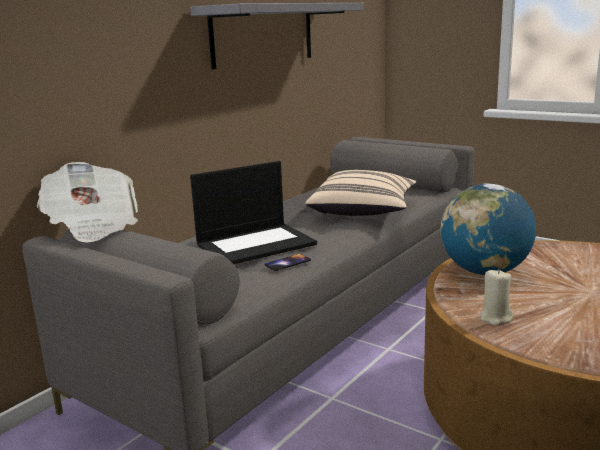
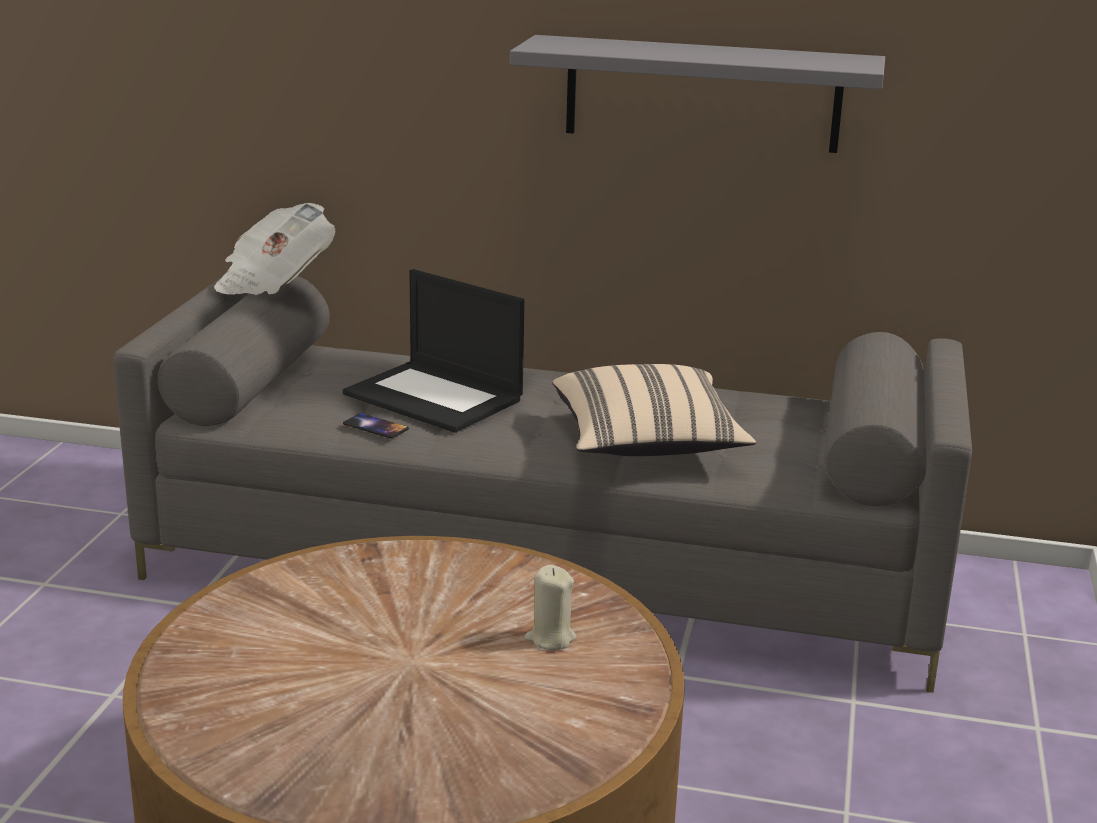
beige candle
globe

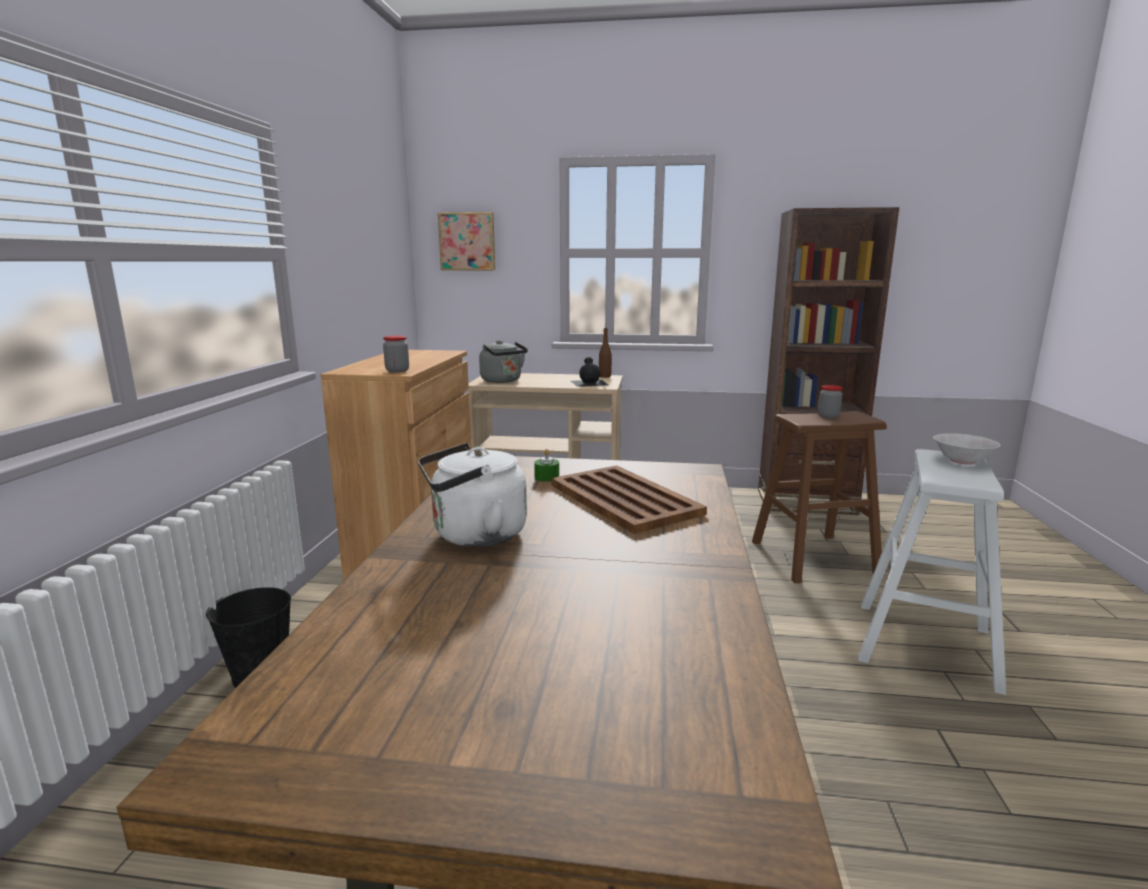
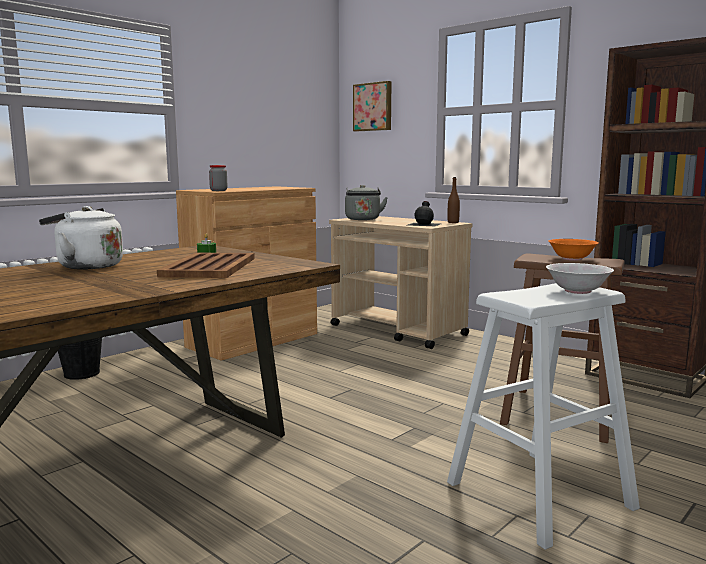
orange bowl

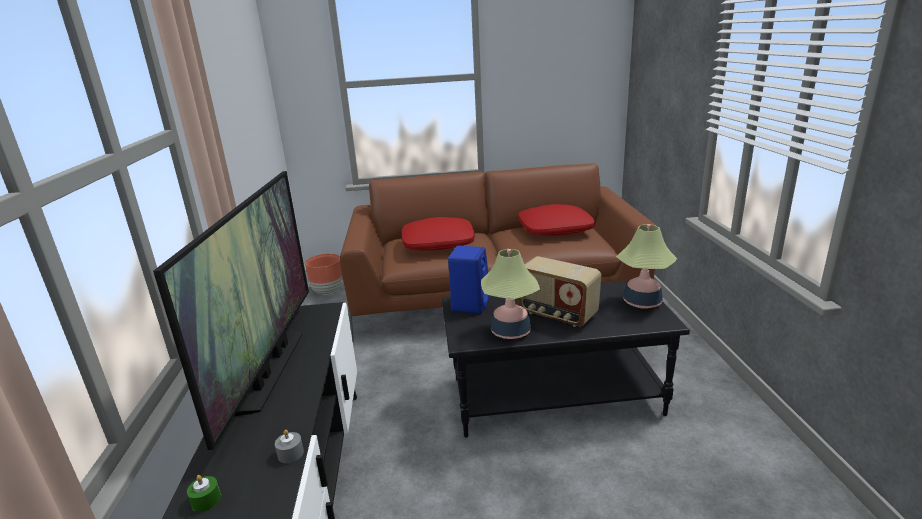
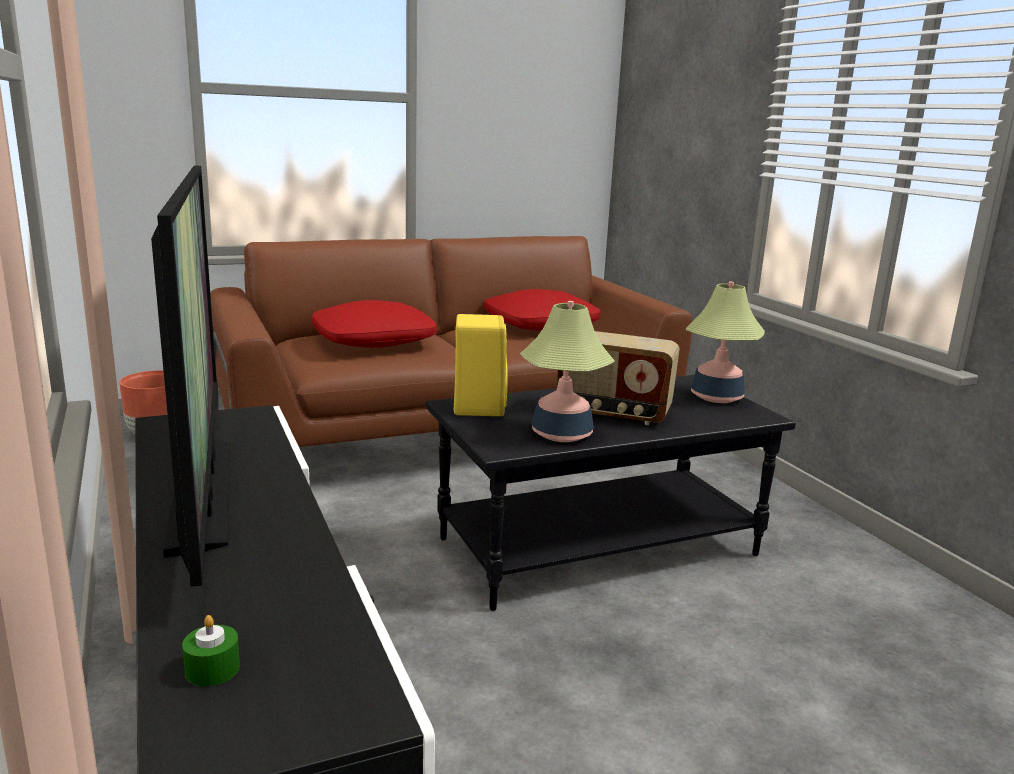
yellow speaker
grey candle

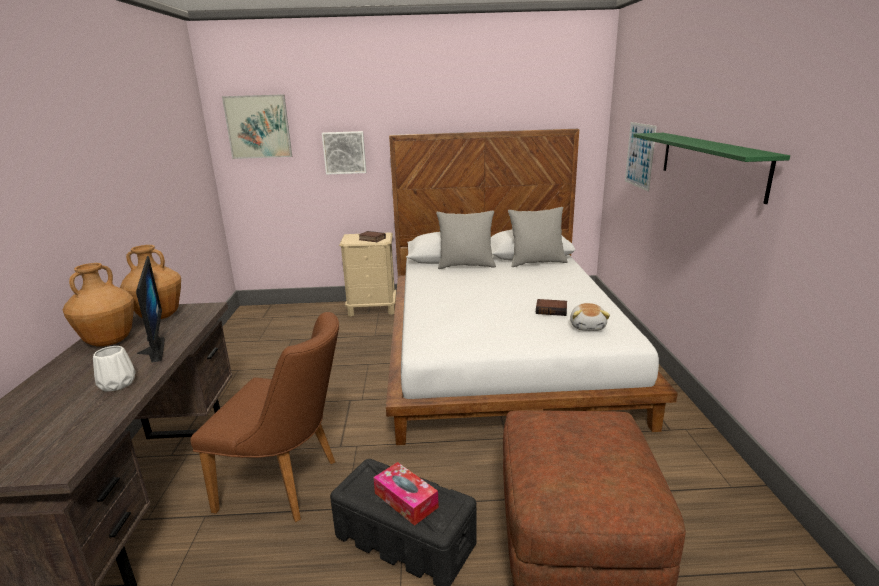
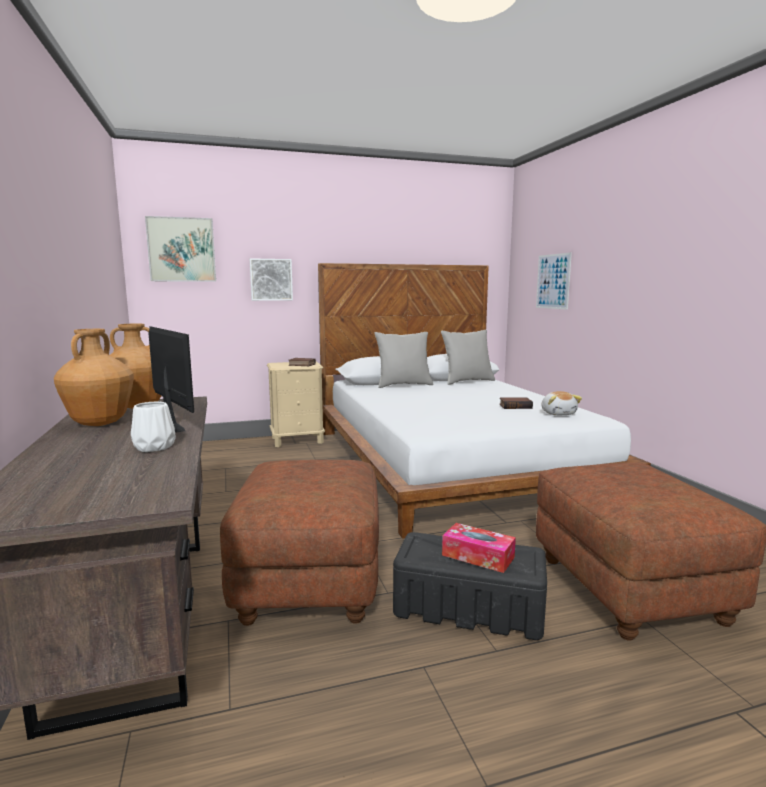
brown ottoman (no. 1 from left)
green shelf

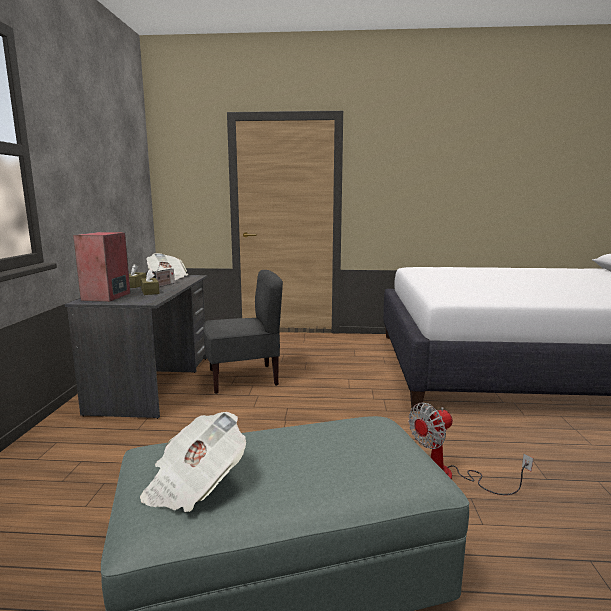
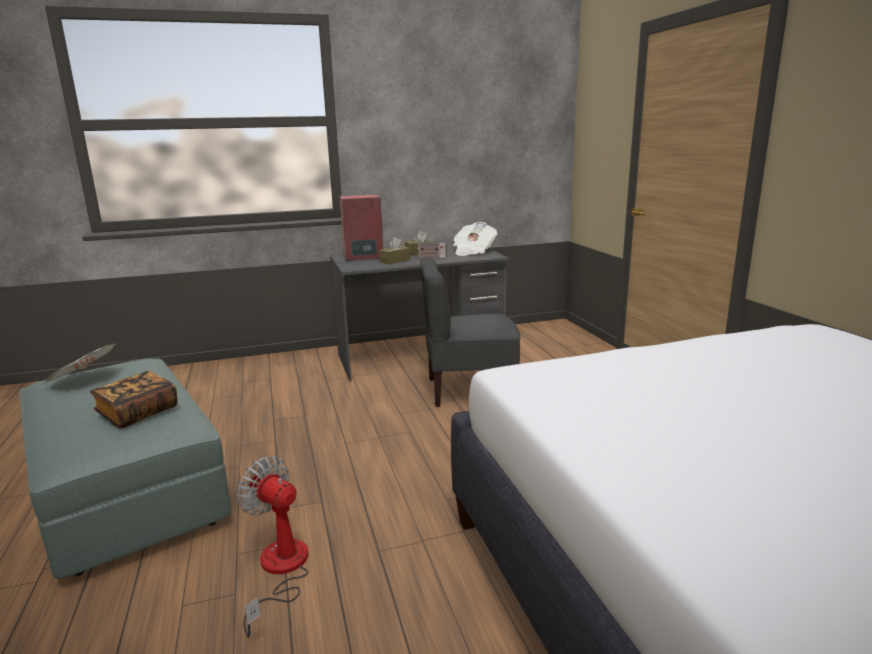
book
grey chair

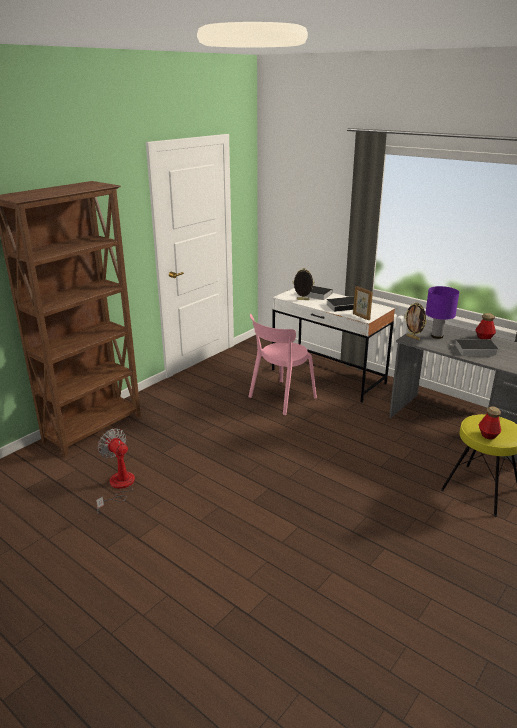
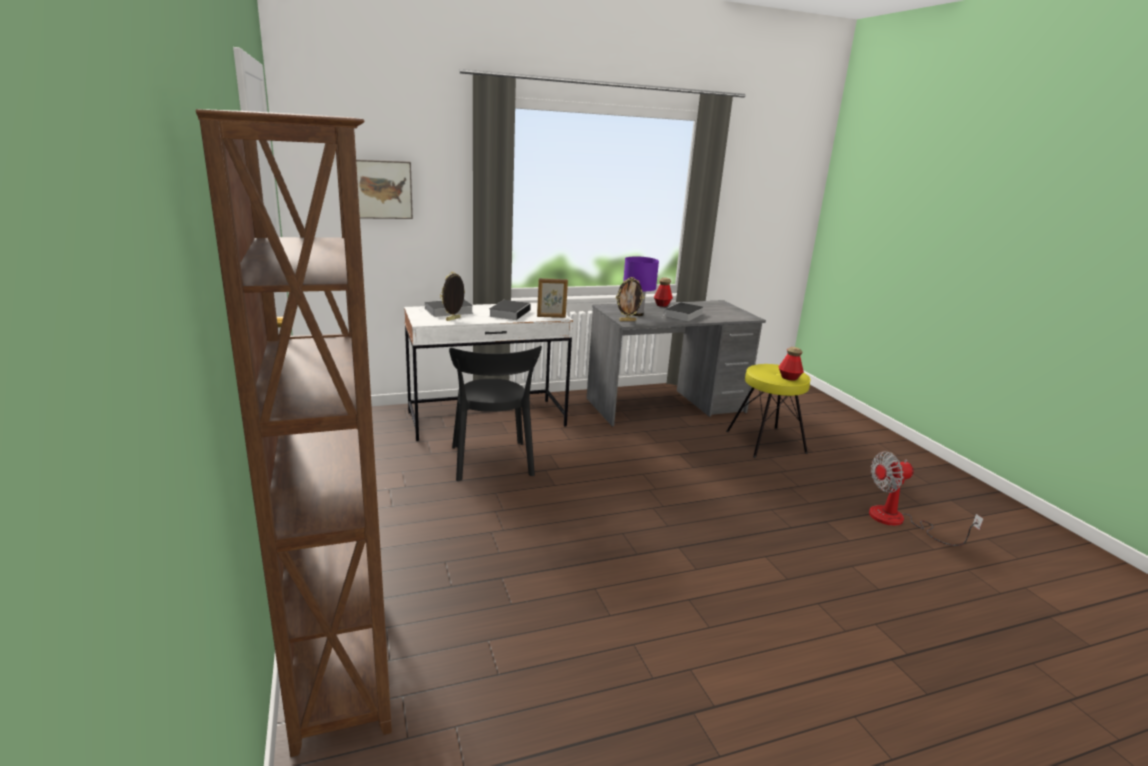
picture
black chair
fan

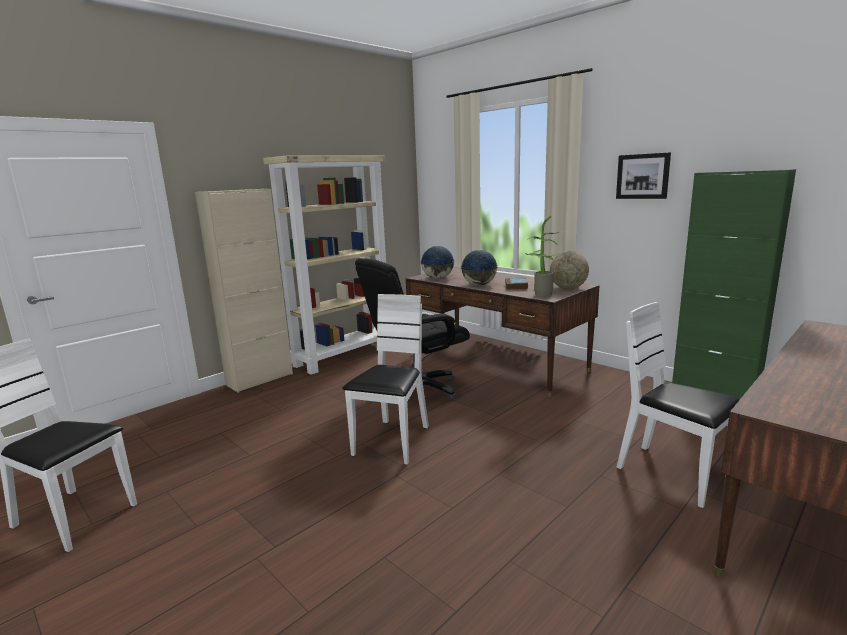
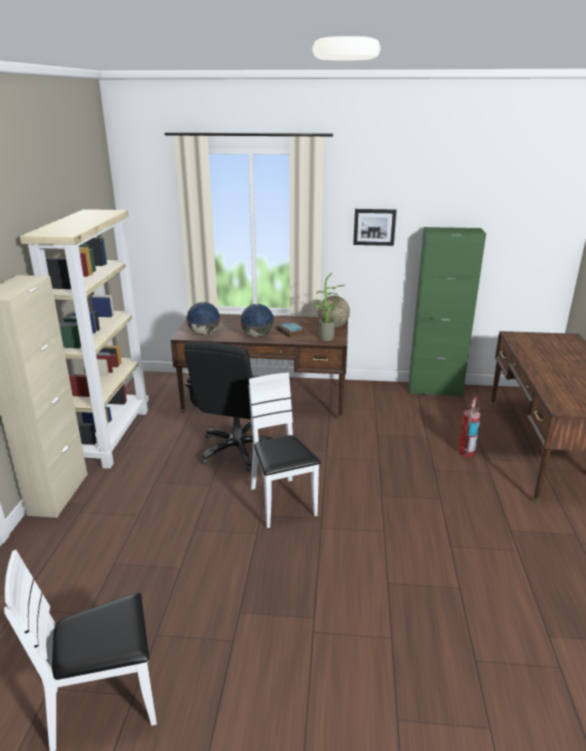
fire extinguisher

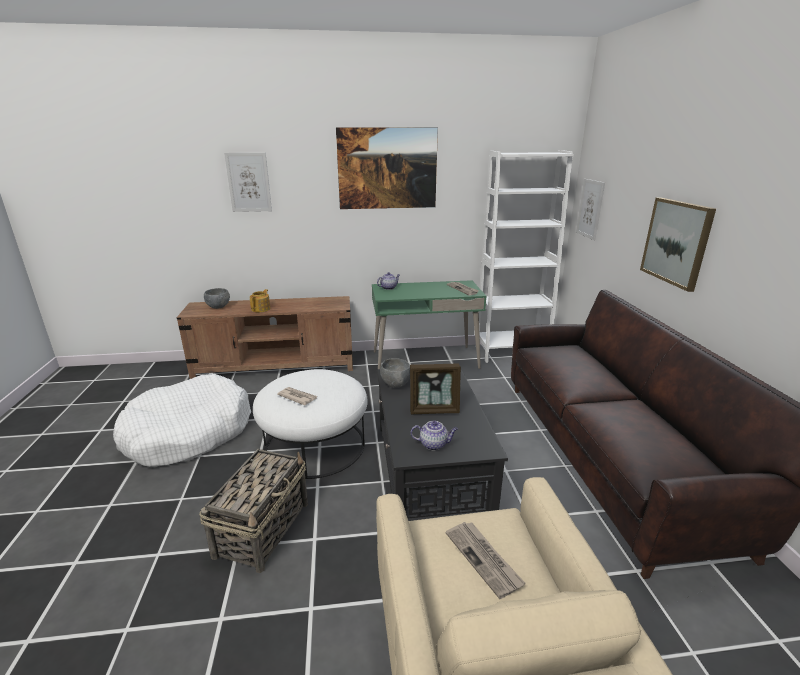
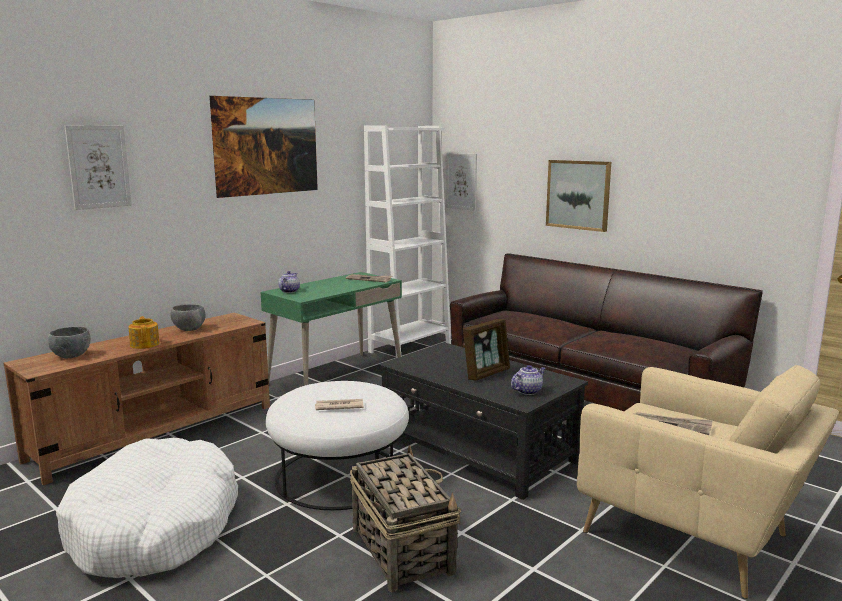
grey bowl (no. 2 from left)

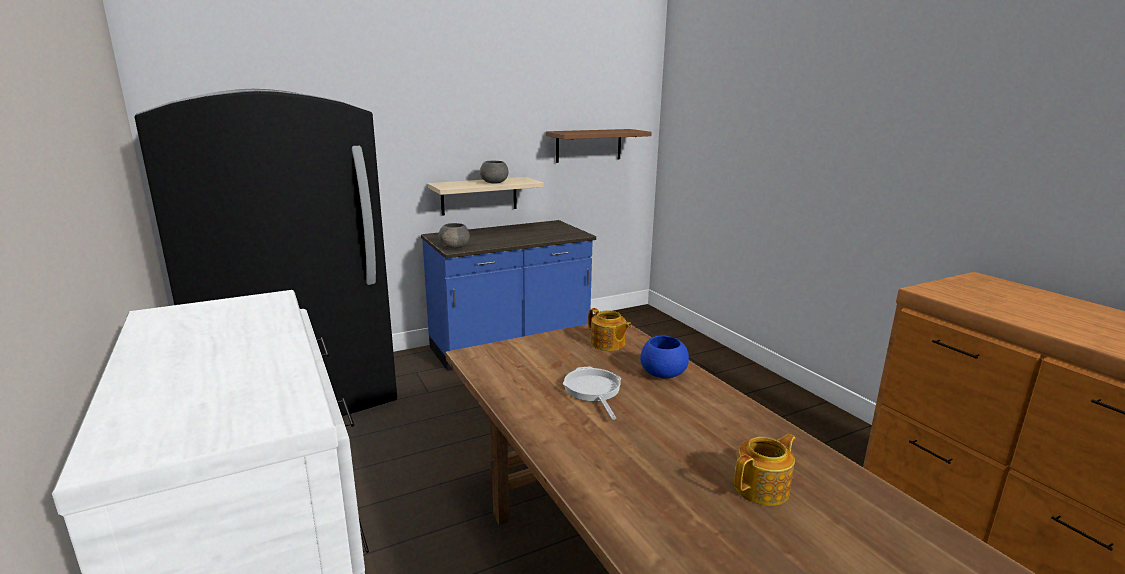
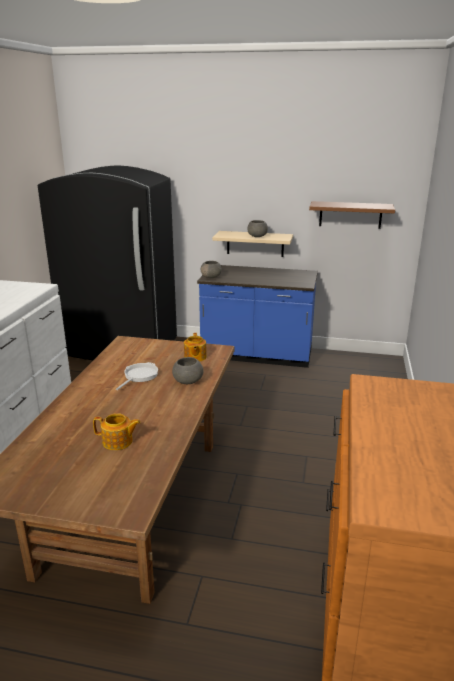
grey bowl (no. 1 from left)

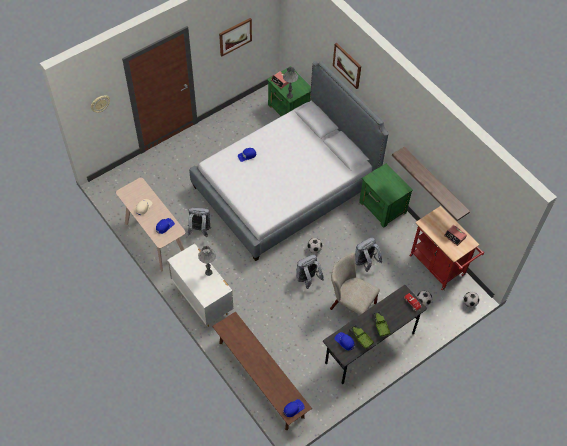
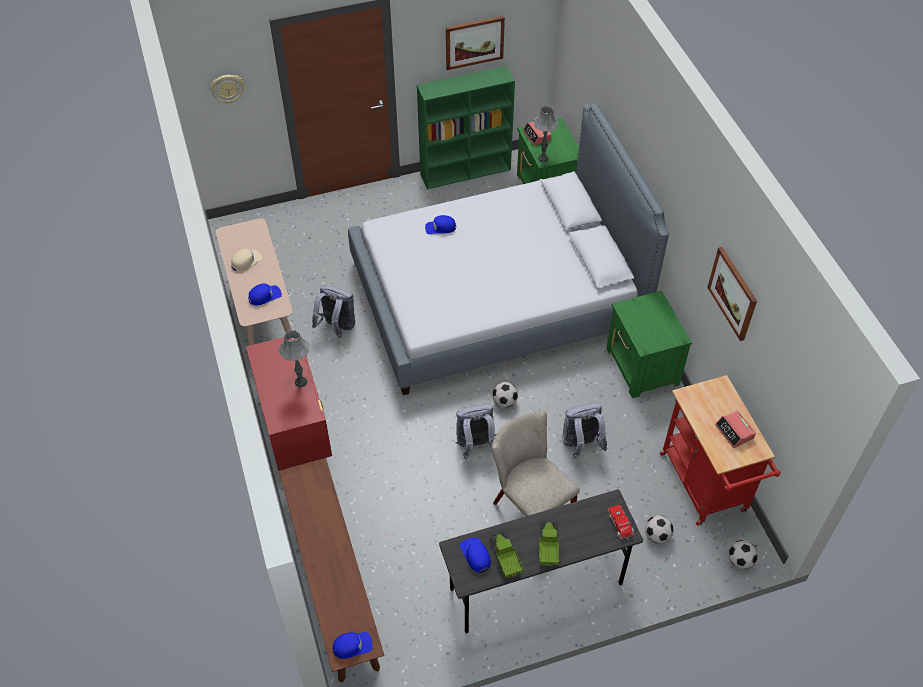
red dresser
green bookcase
picture (no. 2 from left)
shelf

